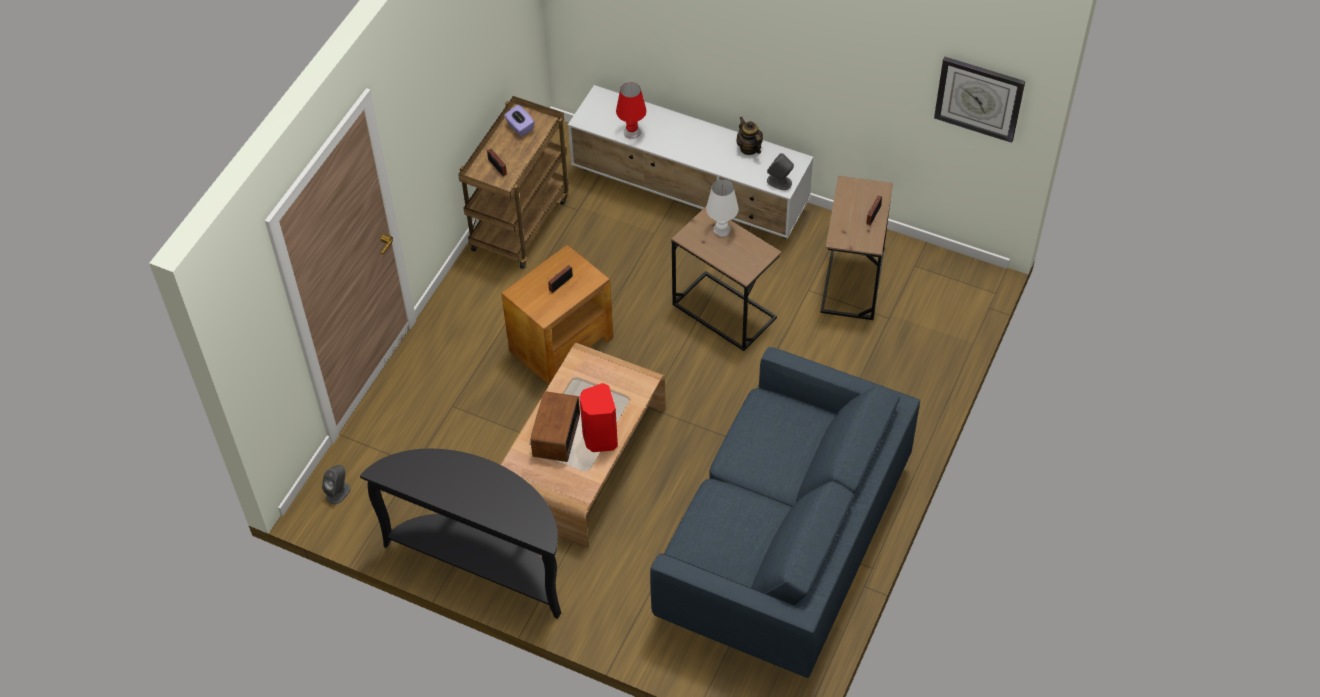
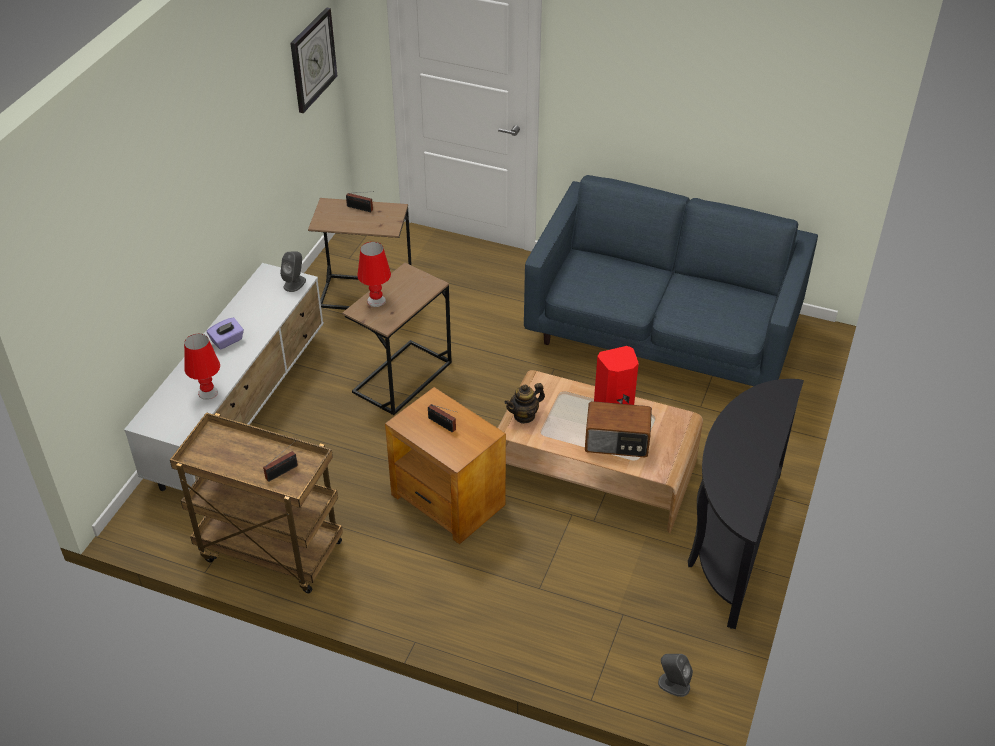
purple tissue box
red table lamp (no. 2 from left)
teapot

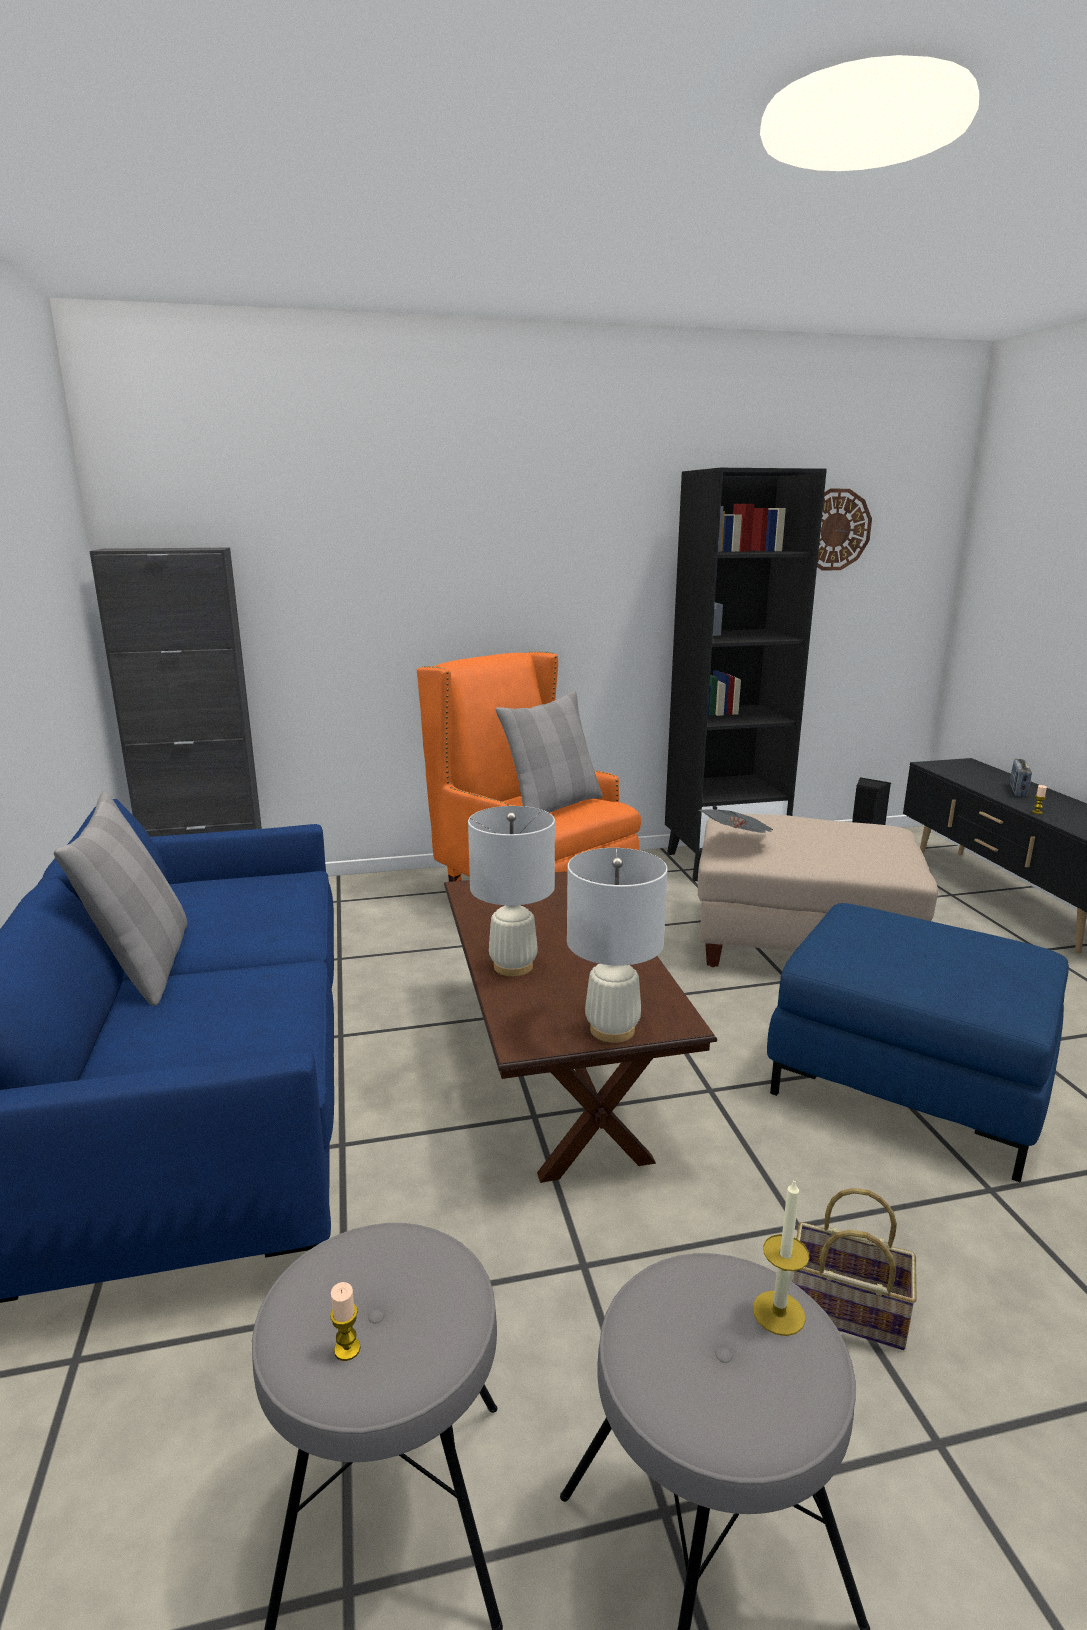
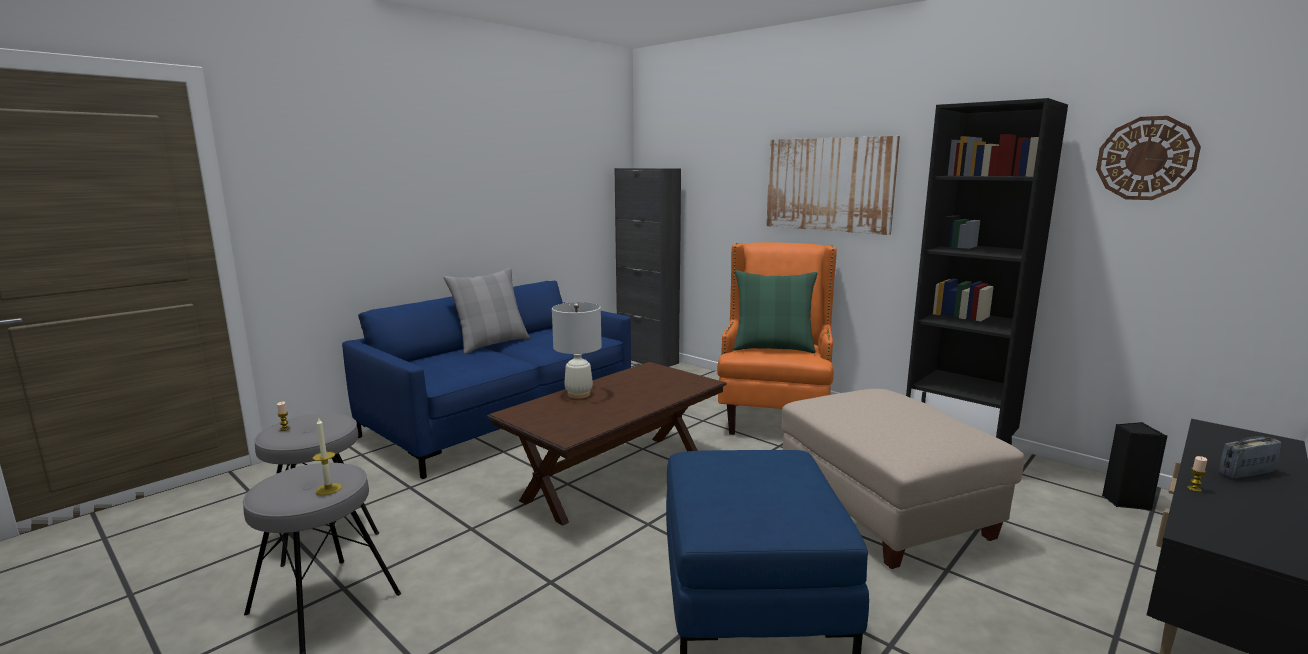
green pillow
picture
white table lamp (no. 2 from left in the first image)
newspaper
basket

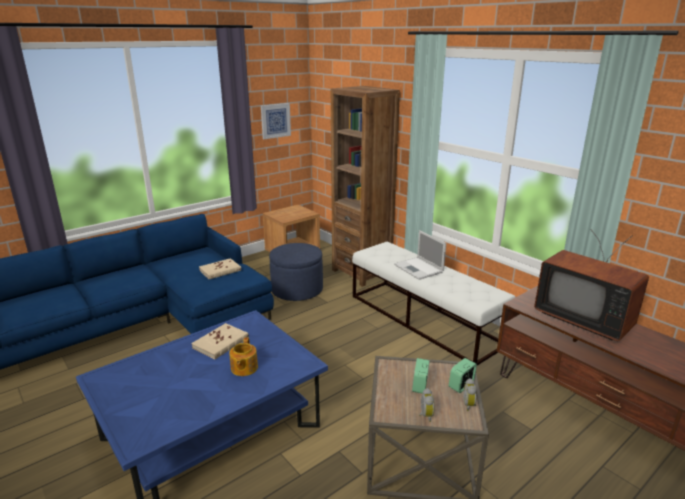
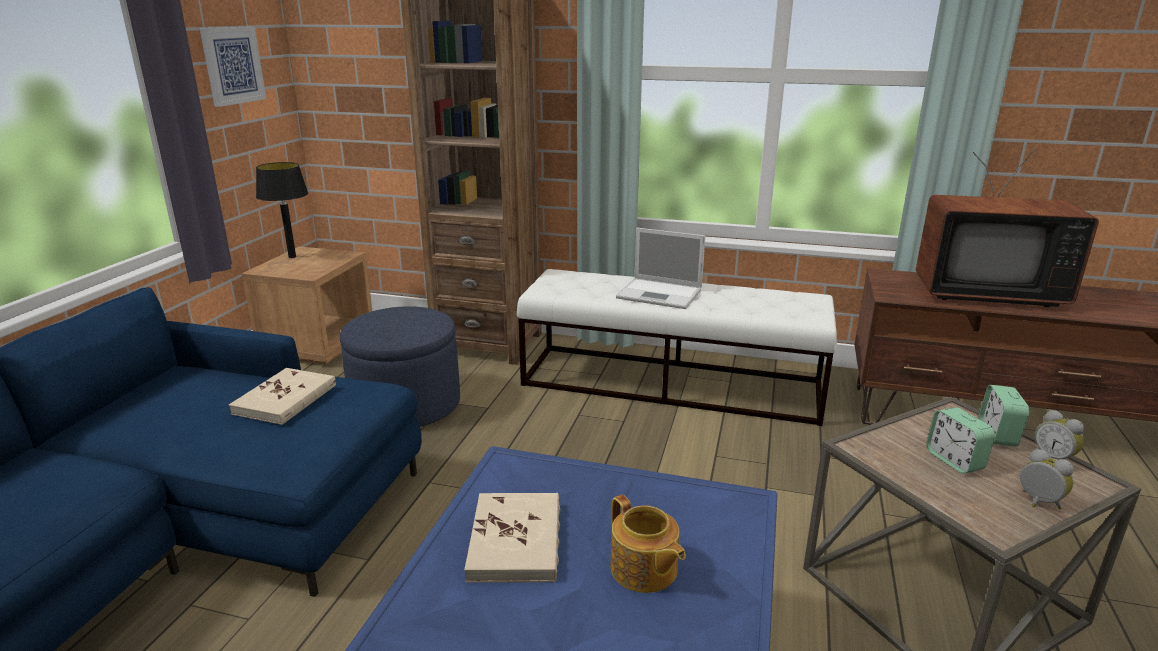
black table lamp

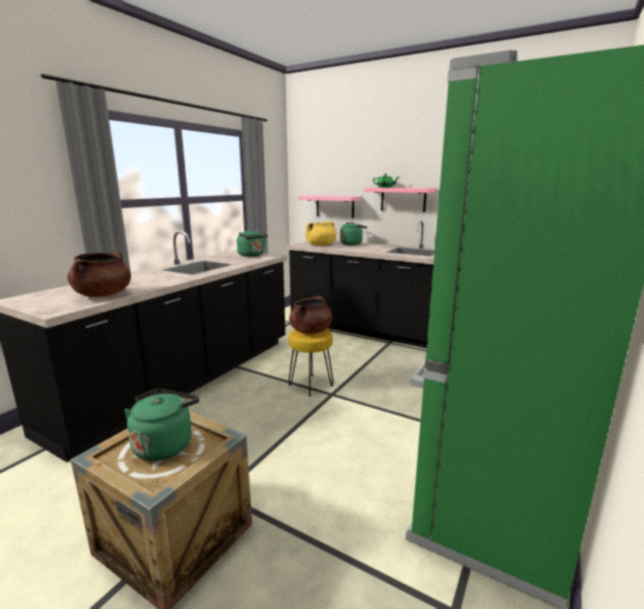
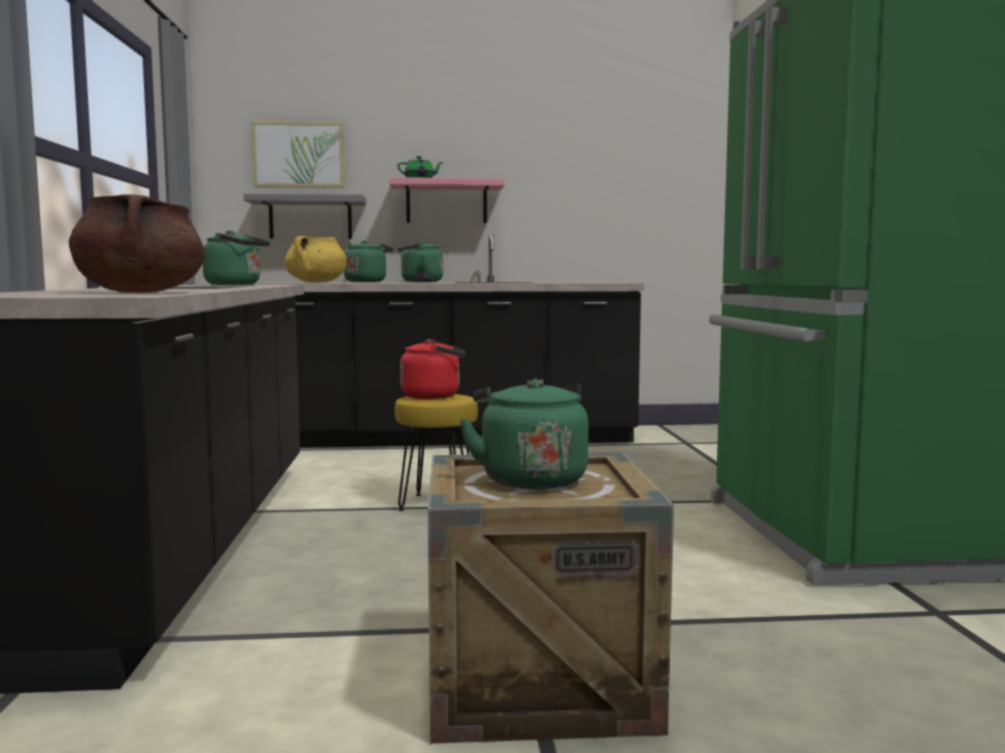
grey shelf
picture
green kettle (no. 3 from left)
red kettle

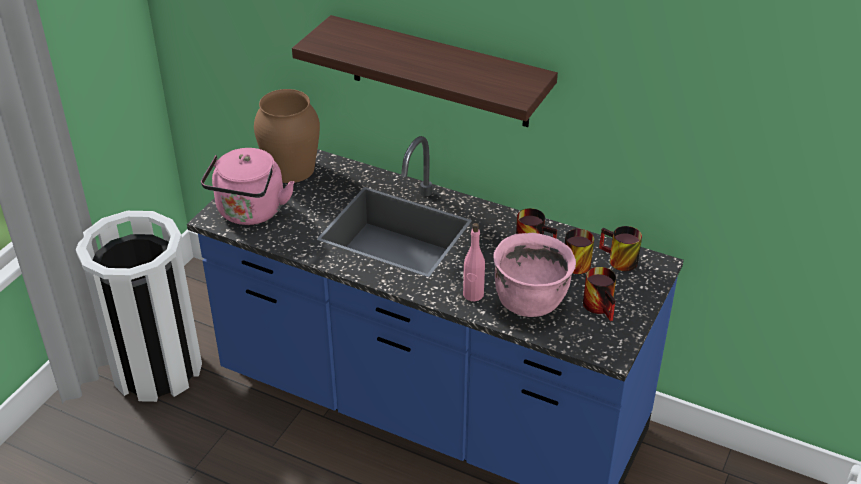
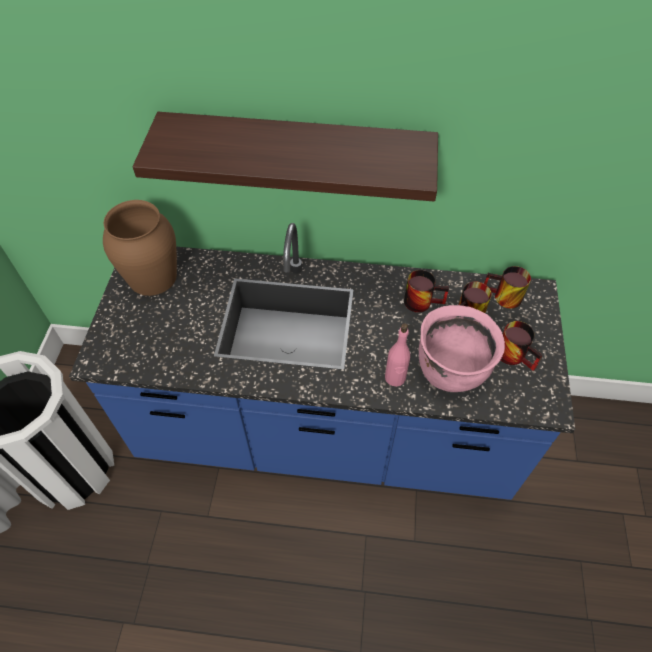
pink kettle

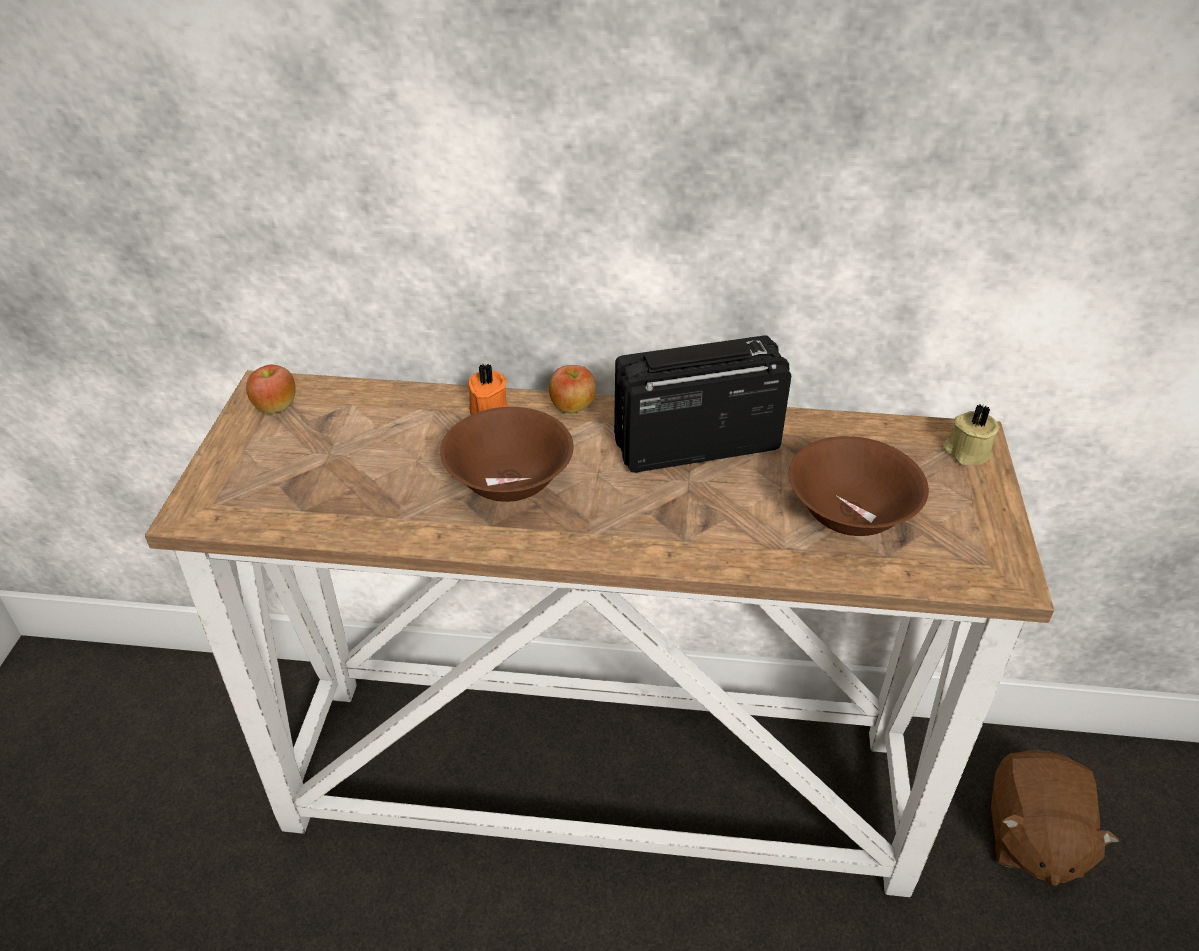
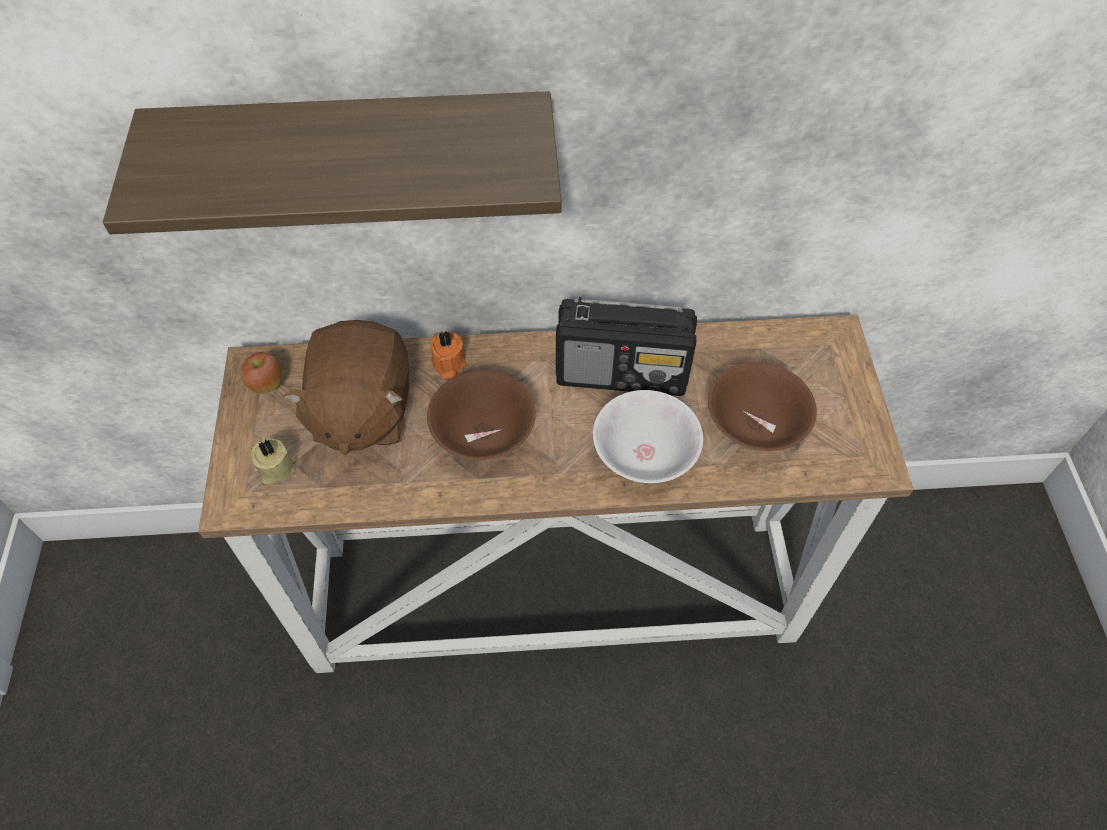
shelf
beige candle
brown plush toy
radio
white bowl
apple (no. 2 from left in the first image)

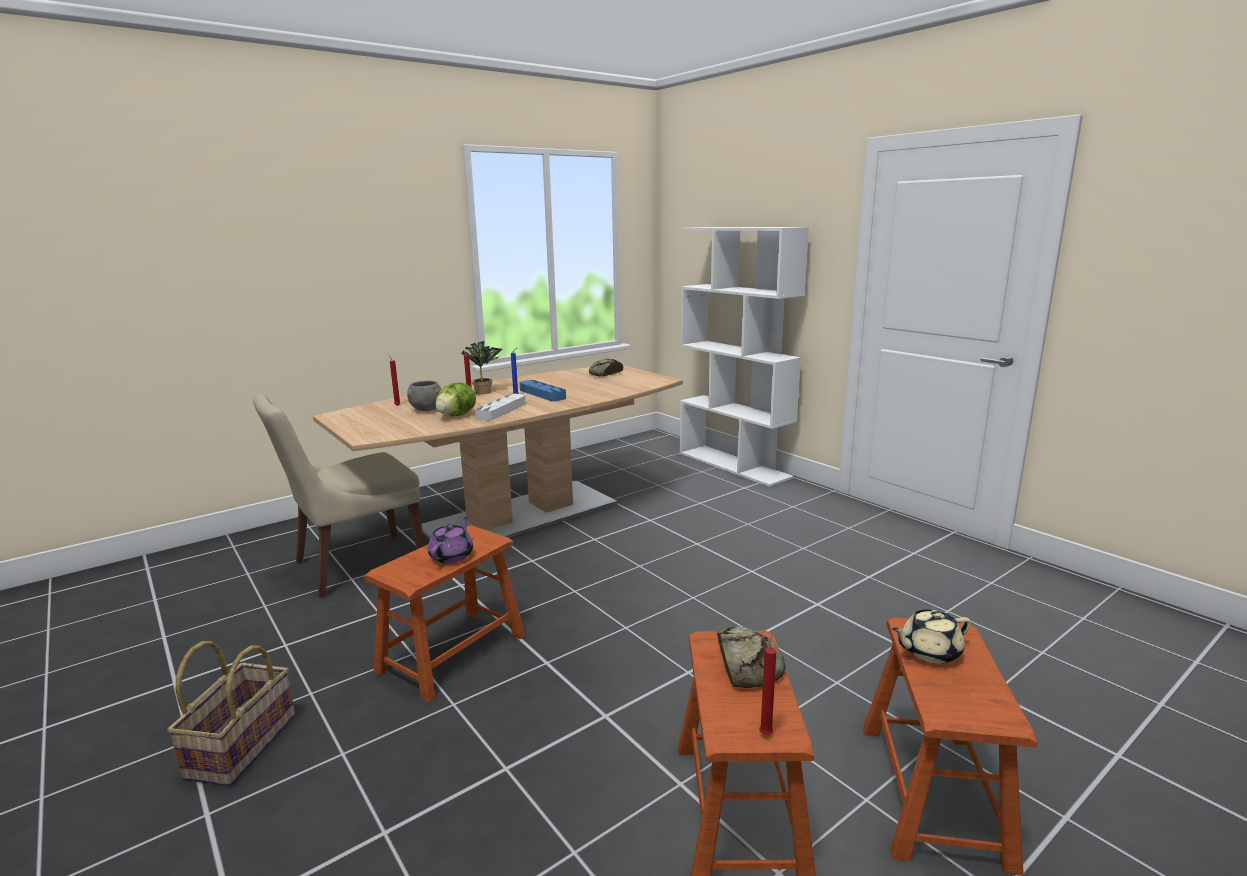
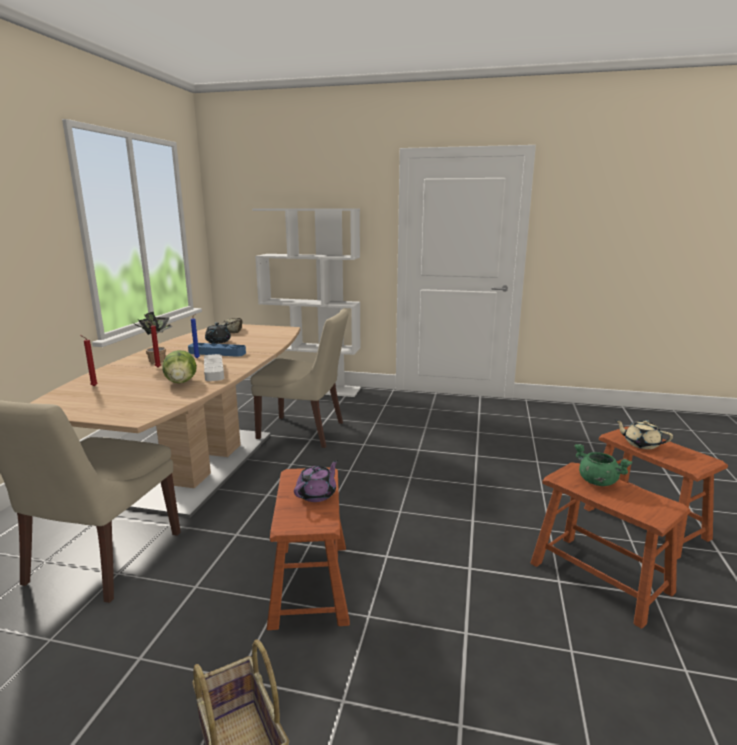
black teapot
beige chair (no. 2 from left)
purple teapot
green cooking pot
beige teapot
grey bowl
red candle (no. 3 from left in the first image)

